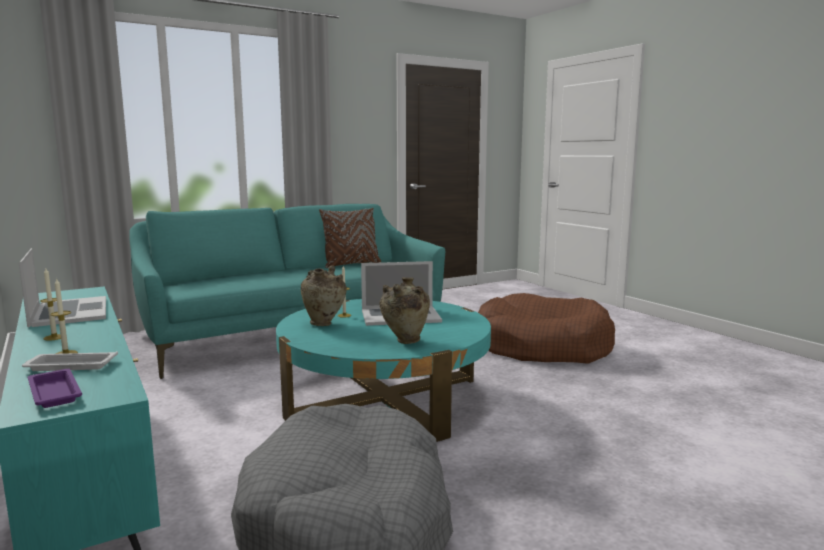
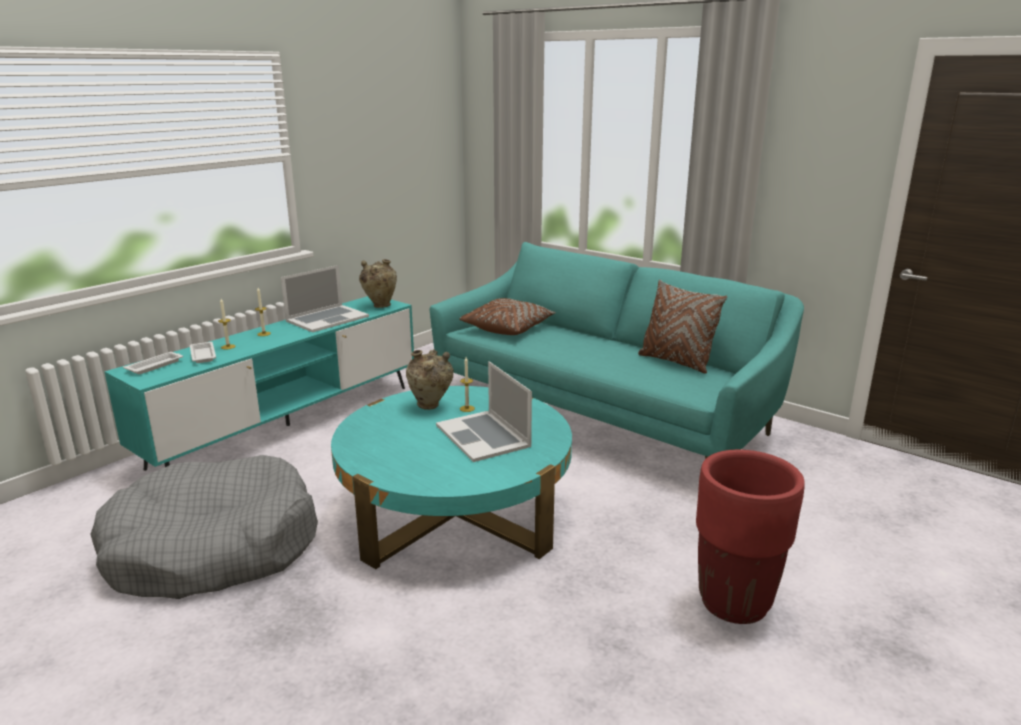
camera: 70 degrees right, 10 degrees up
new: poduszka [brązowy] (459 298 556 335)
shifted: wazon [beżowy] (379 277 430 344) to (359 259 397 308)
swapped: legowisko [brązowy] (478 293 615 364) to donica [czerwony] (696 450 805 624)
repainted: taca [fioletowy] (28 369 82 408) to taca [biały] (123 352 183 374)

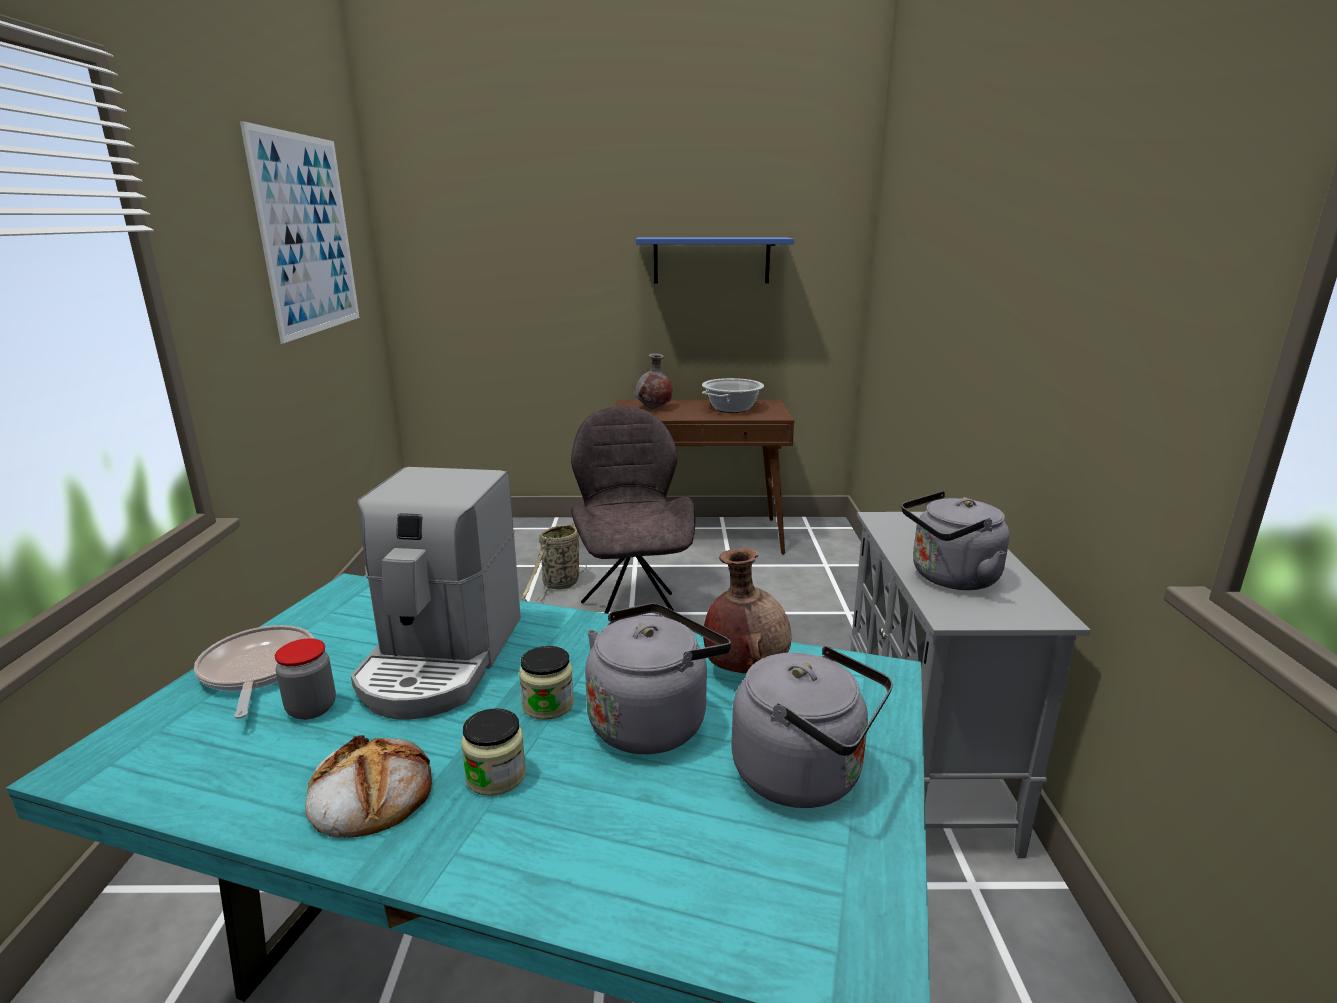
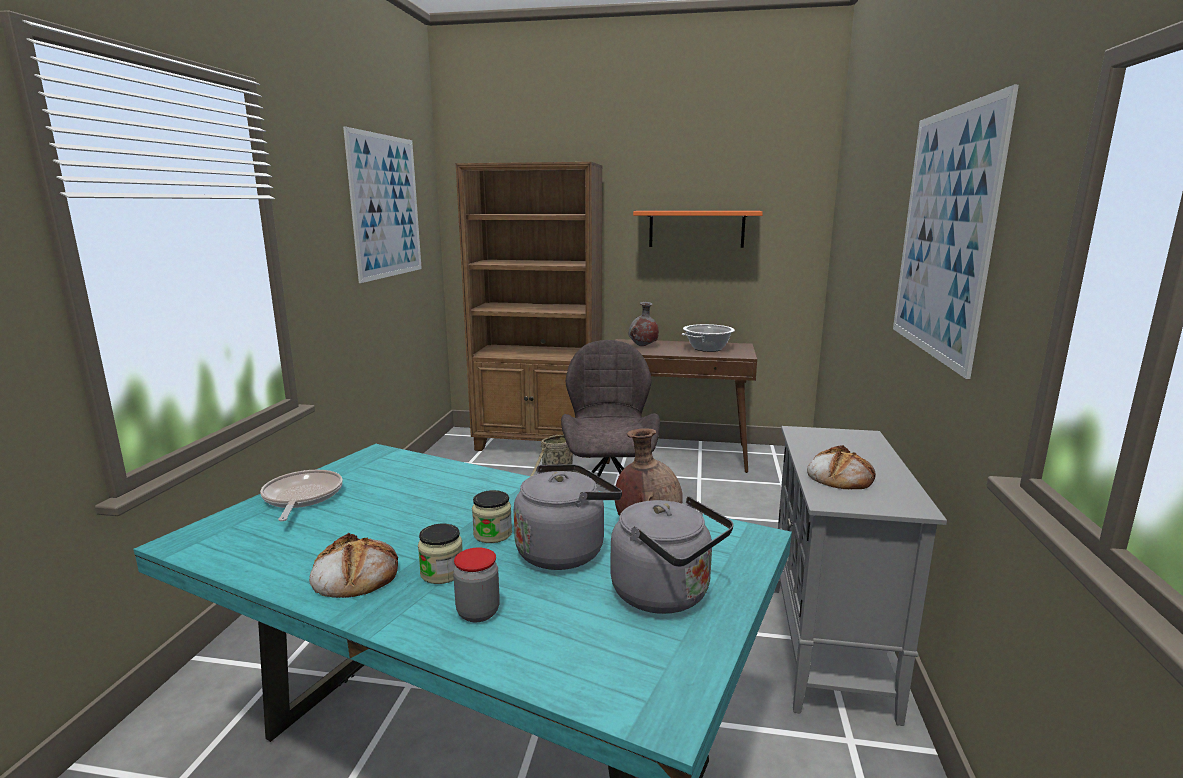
camera: 10 degrees right, 5 degrees down
gone: ekspres do kawy (351 467 521 720)
new: regał [brązowy] (456 162 603 458); obraz (893 84 1019 379)
shifted: słoik (275 638 336 720) to (453 548 500 622)
swapped: czajnik [szary] (902 491 1010 590) to chleb (807 445 876 489)
repainted: półka [niebieski] (636 237 794 283) to półka [pomarańczowy] (633 211 763 248)

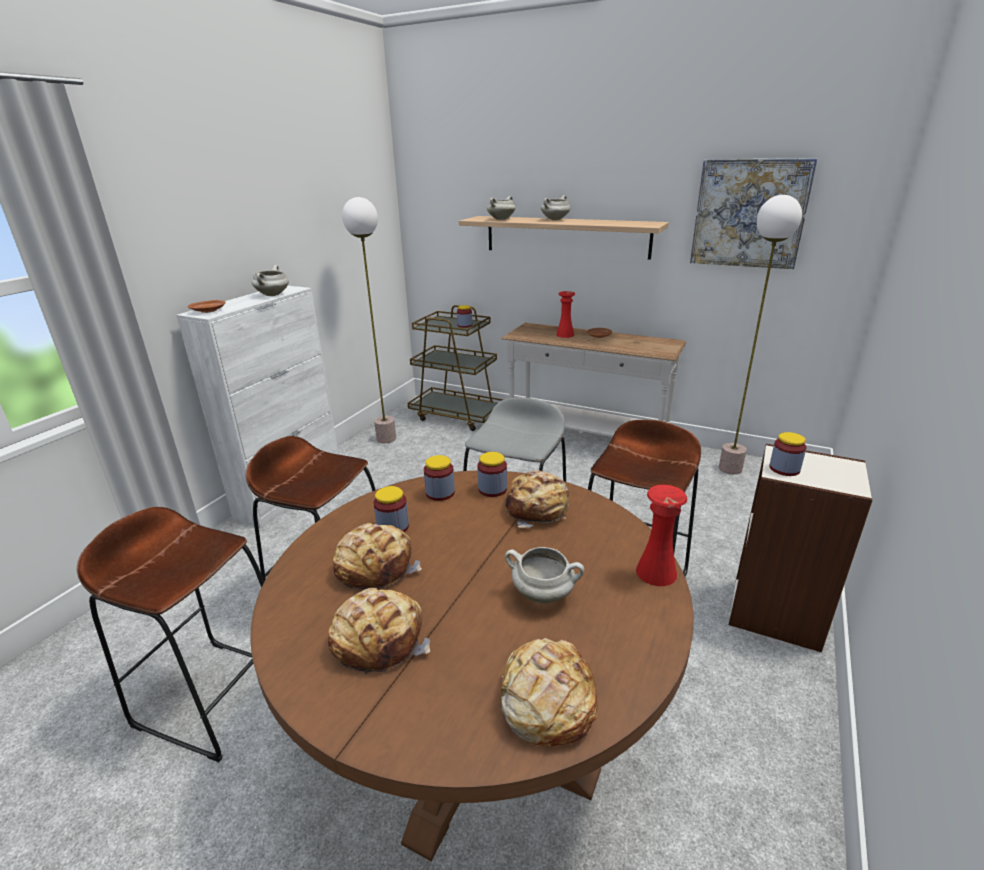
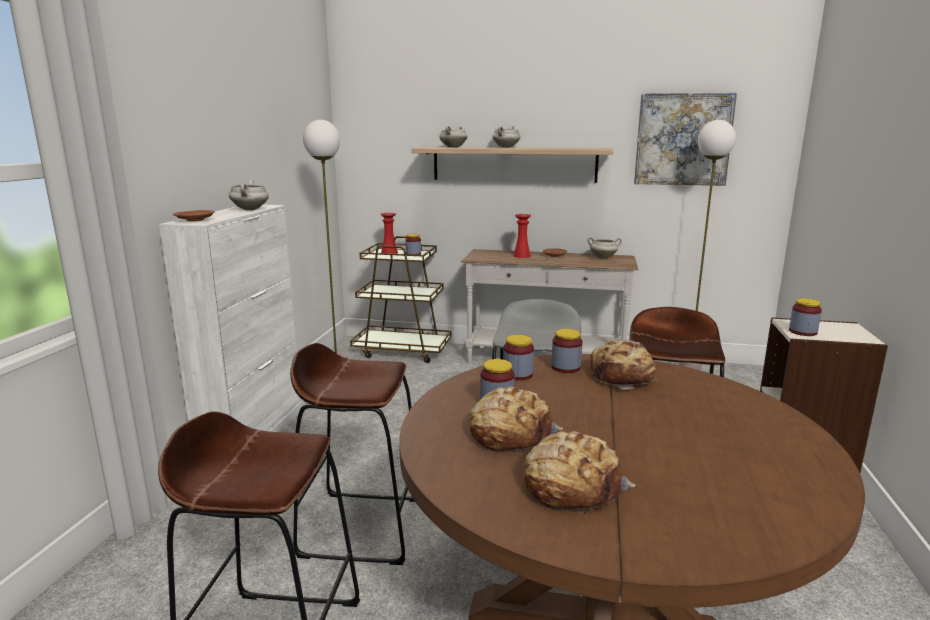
camera: 15 degrees left, 10 degrees down
gone: chleb (500 638 597 746)
shifted: garnek [biały] (505 547 584 604) to (588 237 622 259); wazon [czerwony] (636 485 687 586) to (380 213 398 254)

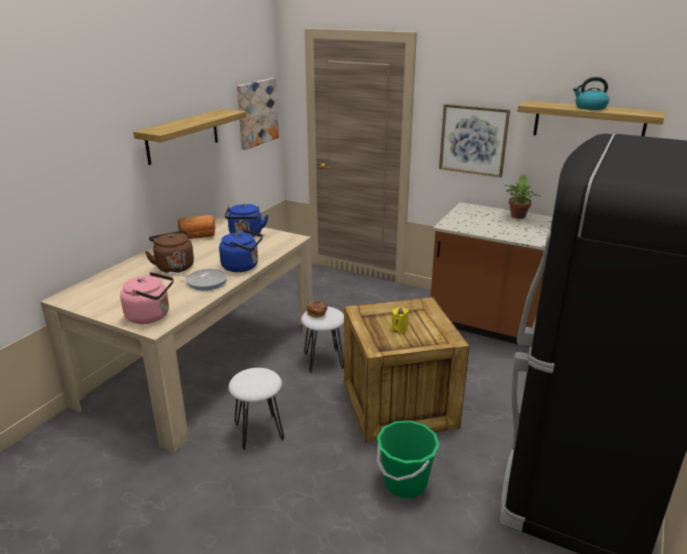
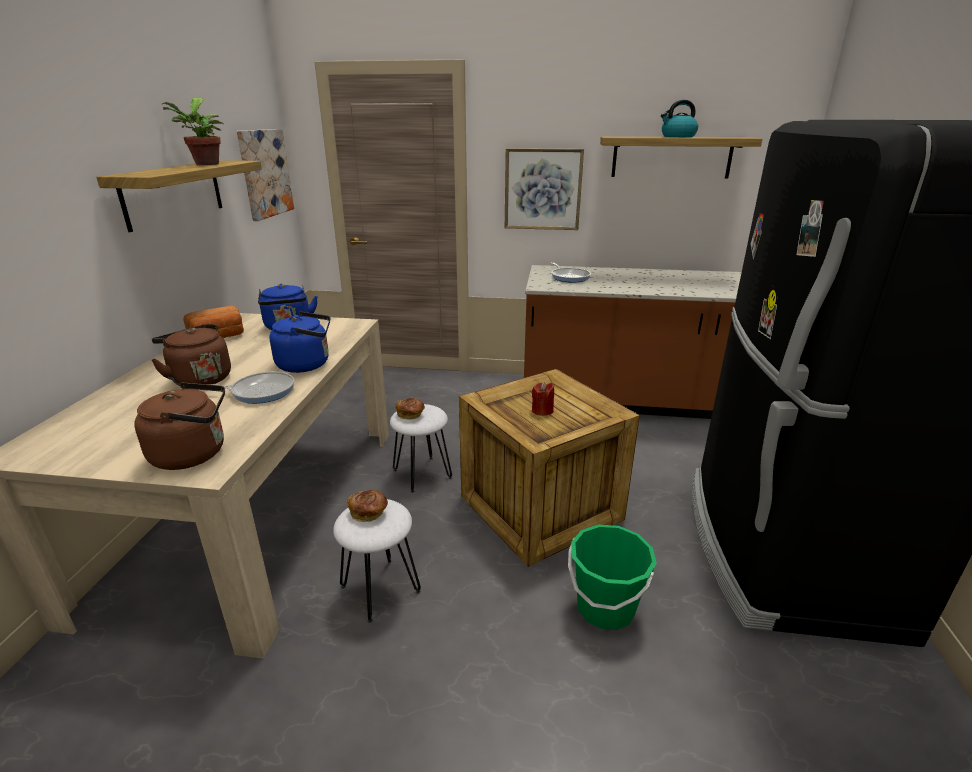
camera: 20 degrees left, 0 degrees up
new: chleb (348 490 388 522); patelnia (551 262 591 283)
shifted: roślina doniczkowa (505 174 540 219) to (162 98 224 165)
repainted: czajnik [różowy] (120 272 174 324) to czajnik [brązowy] (134 382 225 470); świeca [żółty] (392 307 409 333) to świeca [czerwony] (532 382 554 416)

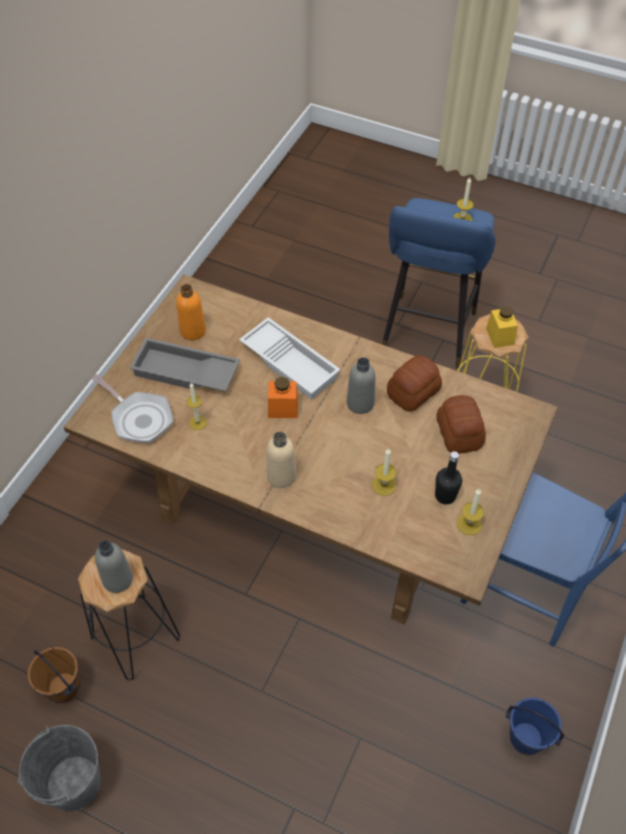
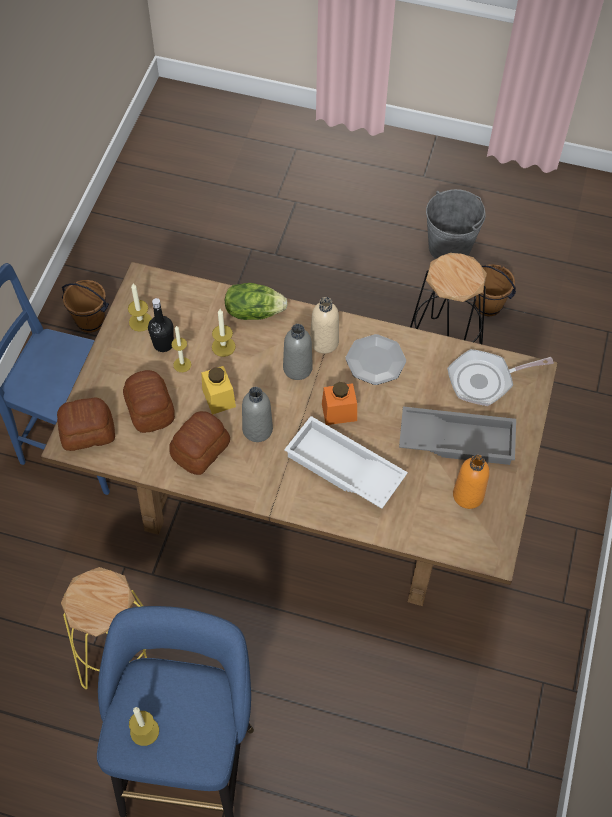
camera: 170 degrees right, 5 degrees up
new: chleb (57 397 115 451); sałata (225 283 288 320); talerz (346 334 406 385)
shifted: butelka [szary] (95 540 133 593) to (283 324 313 380); świeca (187 383 207 430) to (171 325 191 372); słoik [żółty] (486 306 518 348) to (201 366 236 415)
repainted: wiadro [niebieski] (506 697 565 755) to wiadro [brązowy] (62 280 109 333)
rotated: patelnia (91 374 173 443) = (447 349 554 406) 45 degrees counterclockwise

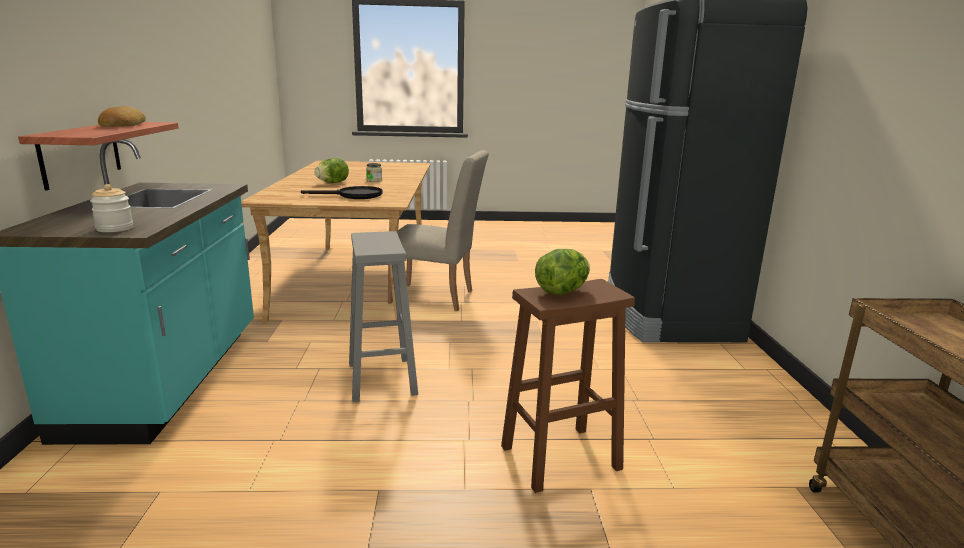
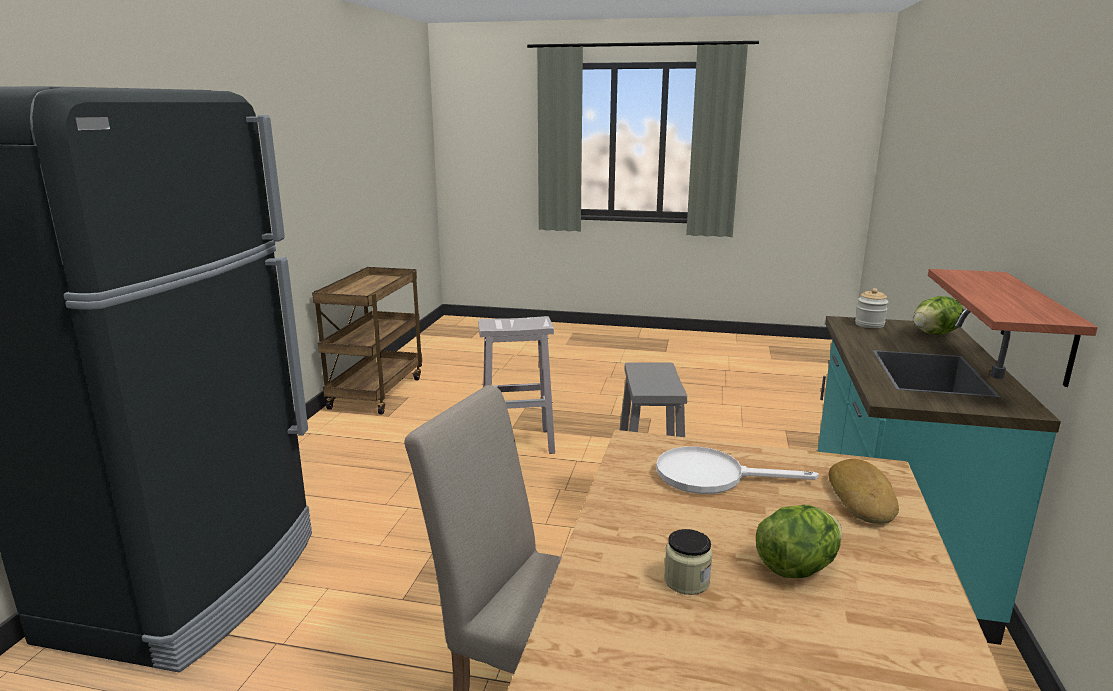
camera: 165 degrees left, 0 degrees up
shifted: chleb (98 106 146 127) to (829 459 899 524); sałata (535 249 590 295) to (913 296 964 335)
repainted: patelnia [czarny] (301 186 383 199) to patelnia [biały] (656 446 819 494); stołek [brązowy] (501 279 635 493) to stołek [biały] (478 316 555 454)

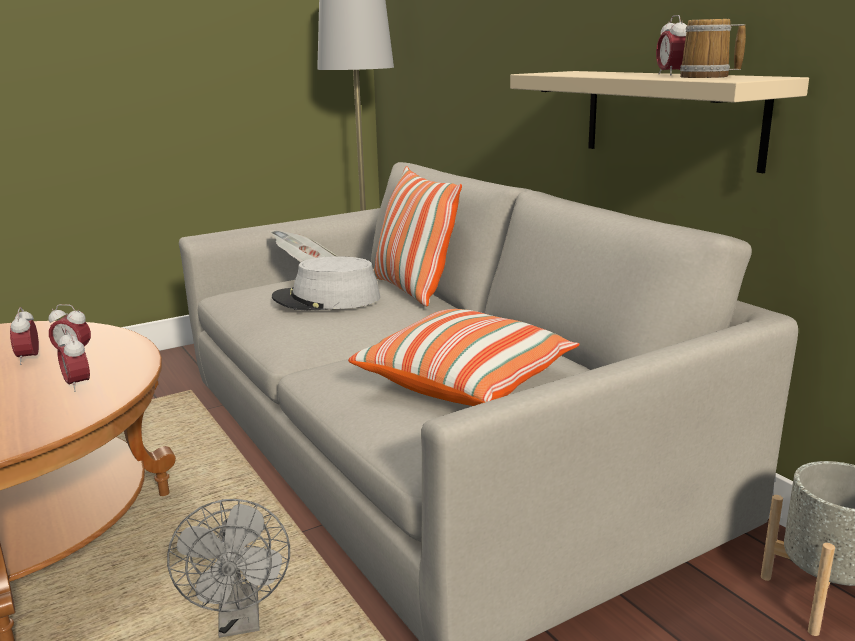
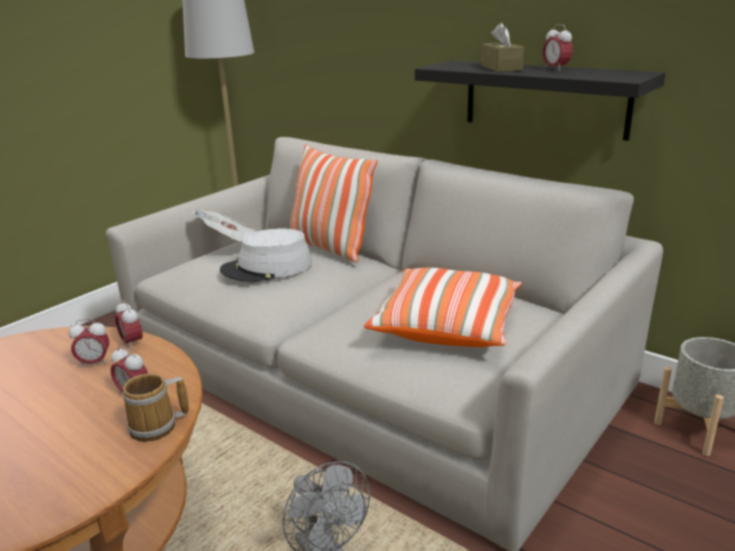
camera: 20 degrees left, 5 degrees up
new: pudełko chusteczek [brązowy] (481 22 524 72)
shifted: budzik (10 307 39 365) to (115 300 143 350); kubek (680 19 746 78) to (123 373 189 442)
repainted: półka [beżowy] (510 71 809 173) to półka [czarny] (415 61 666 141)

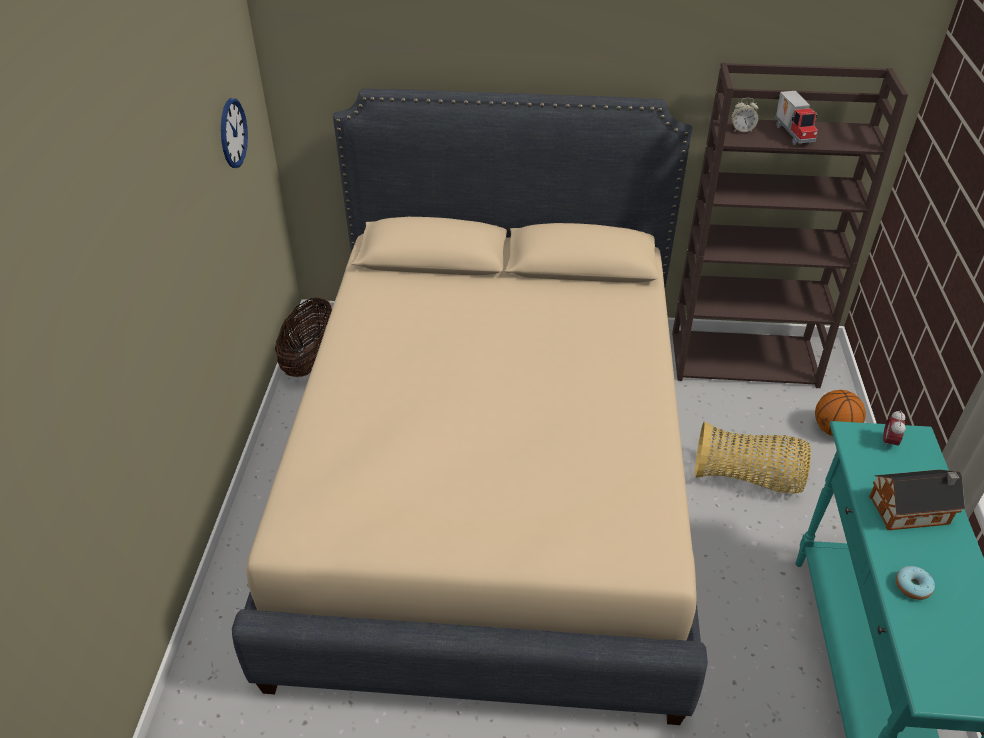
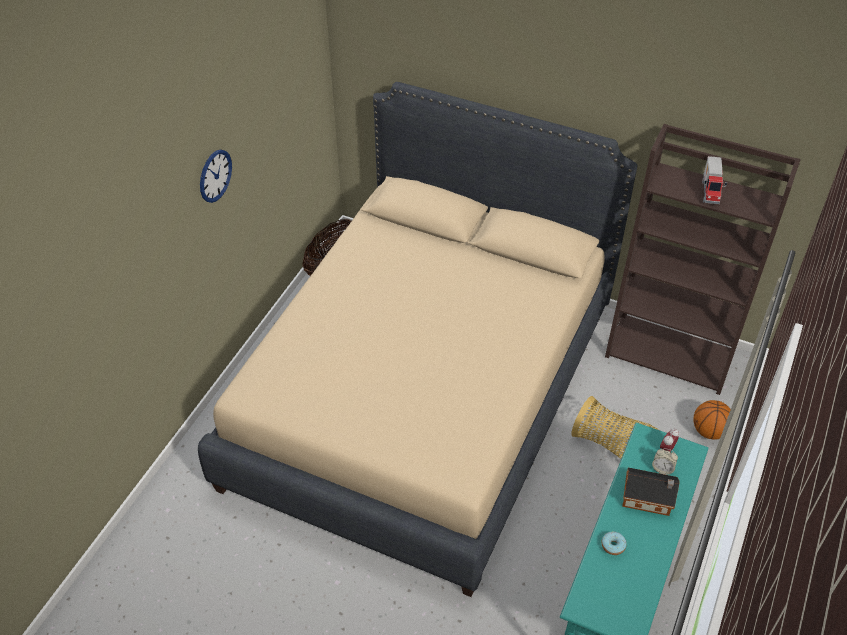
camera: 20 degrees right, 5 degrees up
shifted: zegar ścienny (221 98 248 168) to (200 149 232 203); budzik (731 98 758 132) to (652 448 678 475)

